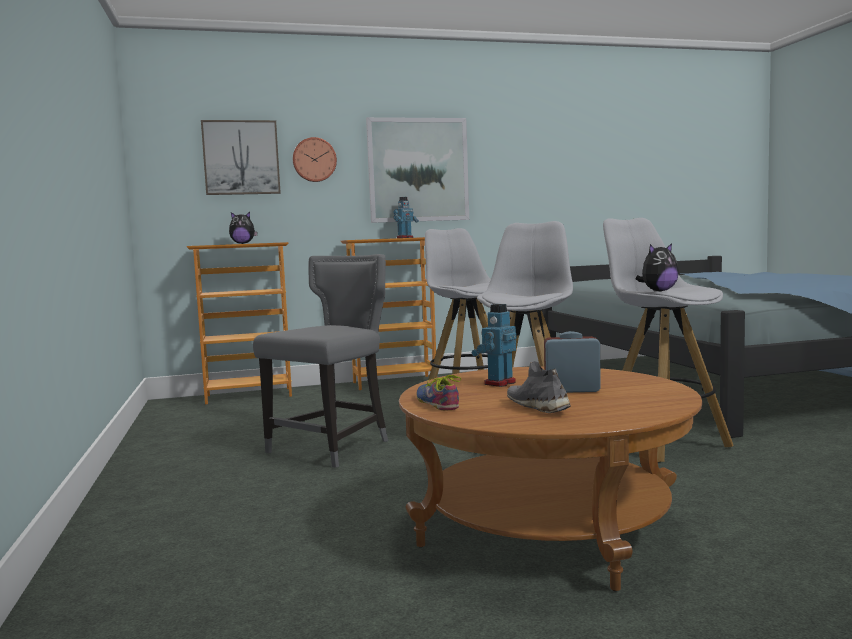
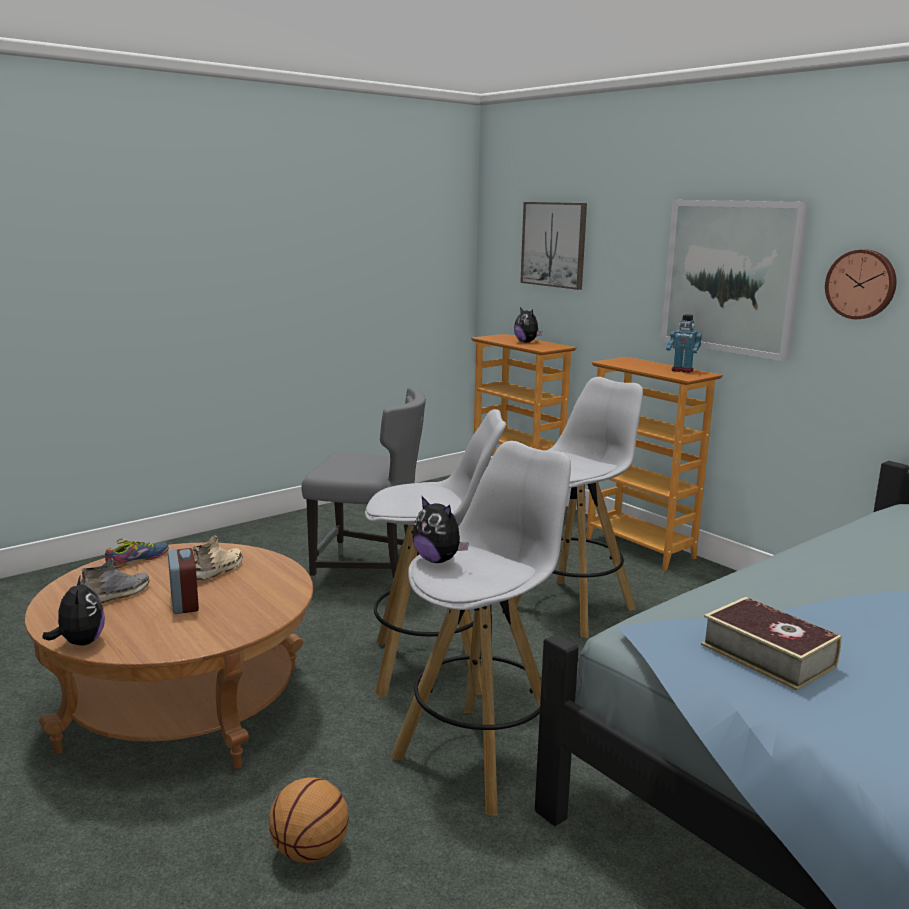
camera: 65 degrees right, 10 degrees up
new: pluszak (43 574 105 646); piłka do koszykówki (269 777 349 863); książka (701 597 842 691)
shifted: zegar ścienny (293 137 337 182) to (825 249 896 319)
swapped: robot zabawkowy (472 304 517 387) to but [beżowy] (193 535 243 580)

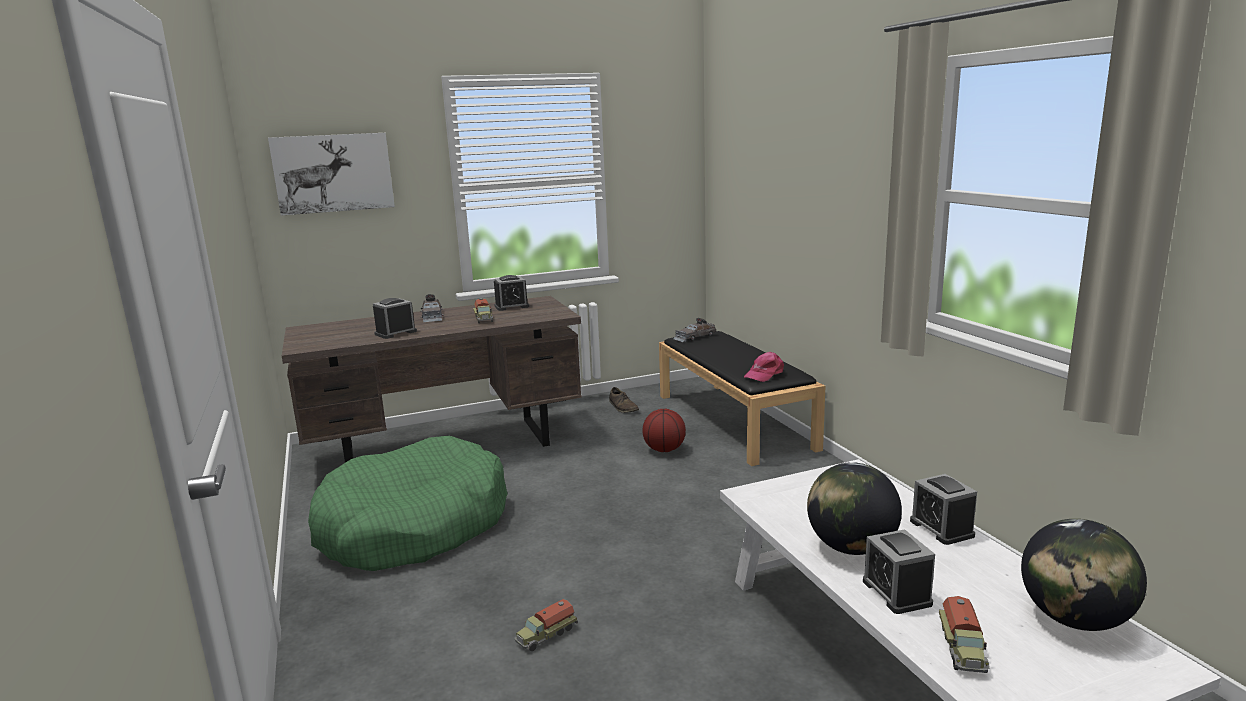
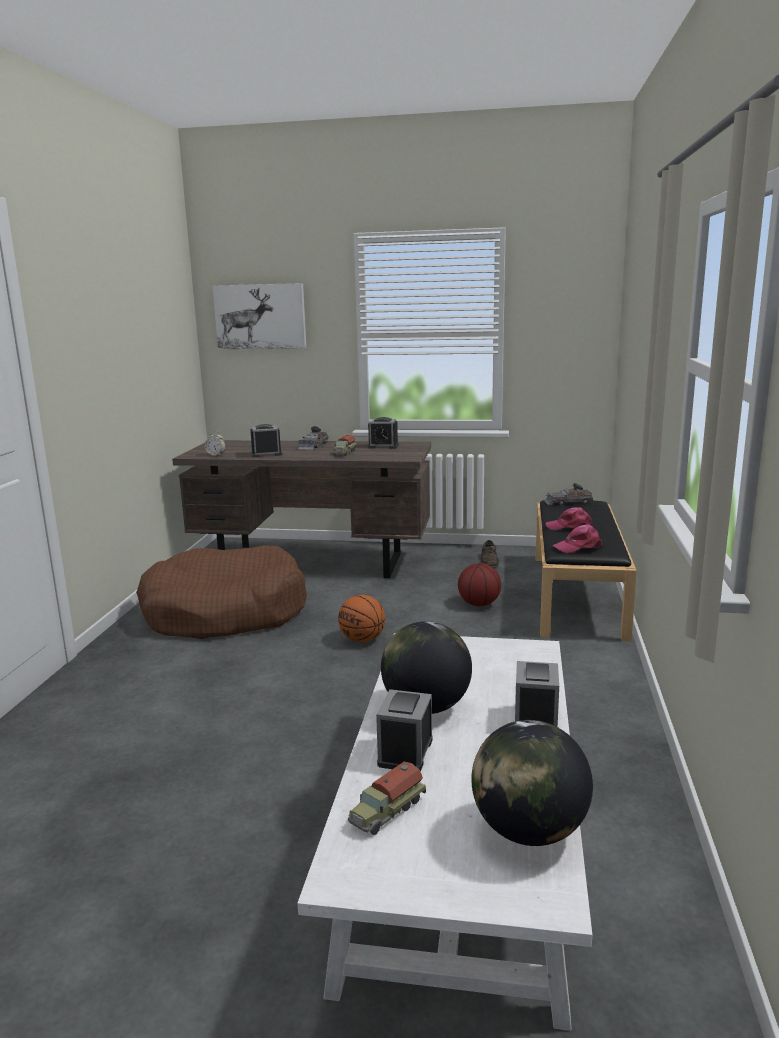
camera: 30 degrees right, 0 degrees up
gone: ciężarówka zabawkowa (515 599 578 651)
new: budzik (205 431 225 456); piłka do koszykówki (338 595 385 642); czapka z daszkiem [różowy] (546 507 594 530)
repainted: legowisko [zielony] (308 436 508 571) to legowisko [brązowy] (136 545 307 639)

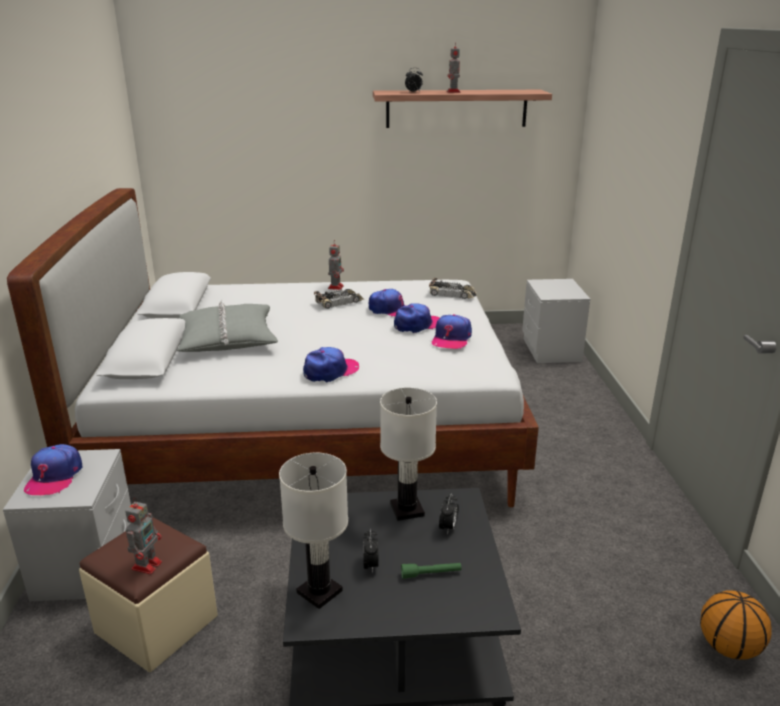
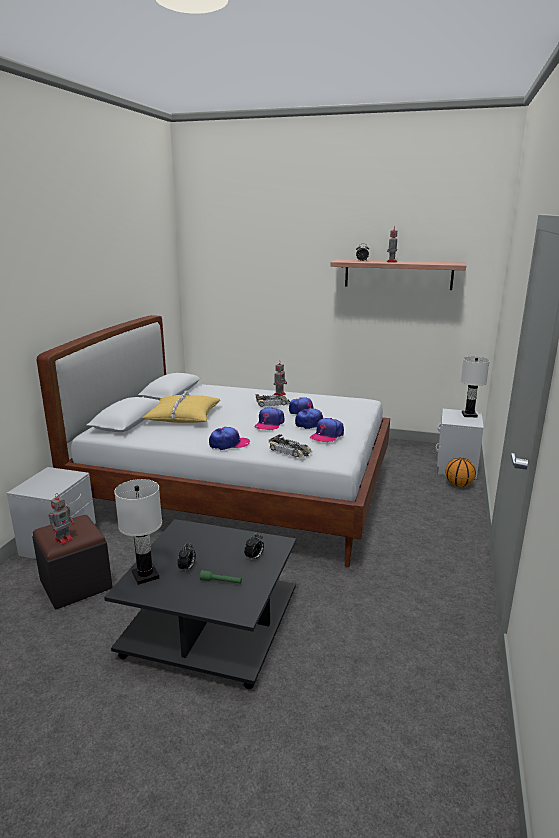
camera: 20 degrees right, 5 degrees down
shifted: czapka z daszkiem (24 444 83 495) to (254 407 284 430); lampa stołowa [biały] (380 388 437 521) to (461 357 490 417); samochodzik (429 278 477 299) to (269 434 312 458); piłka do koszykówki (700 590 771 660) to (445 457 476 487)
repainted: pufa [beżowy] (79 517 218 672) to pufa [czarny] (32 515 112 610); poduszka [szary] (176 299 278 352) to poduszka [żółty] (142 391 220 423)

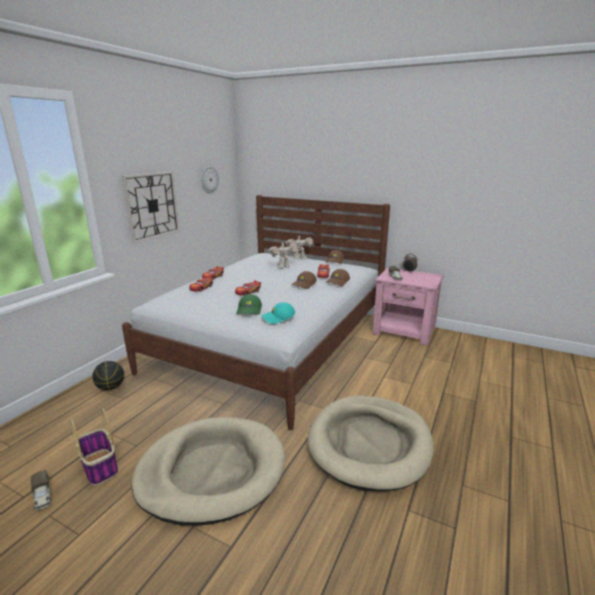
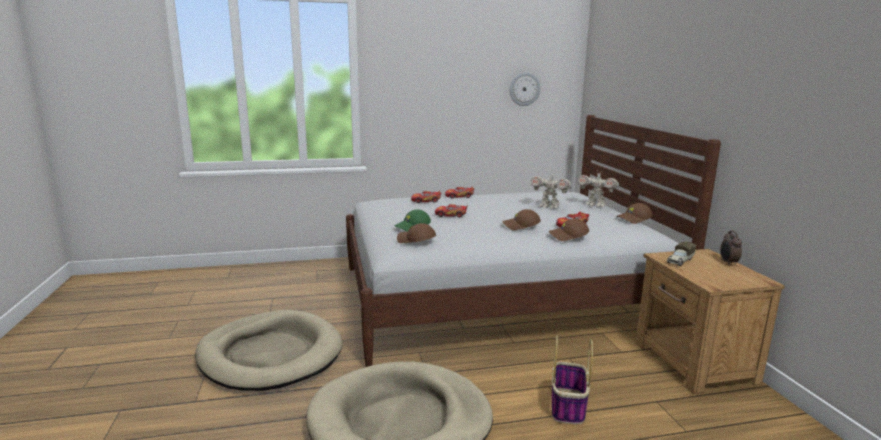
camera: 50 degrees right, 5 degrees down
gone: ciężarówka zabawkowa (30 470 51 510); piłka do koszykówki (92 361 124 390); zegar ścienny (122 171 179 243)
shifted: koszyk (70 408 118 486) to (552 335 593 424)
repainted: czapka z daszkiem [turkusowy] (262 302 295 324) to czapka z daszkiem [brązowy] (397 223 436 243); szafka nocna [różowy] (373 267 444 345) to szafka nocna [brązowy] (636 249 785 394)

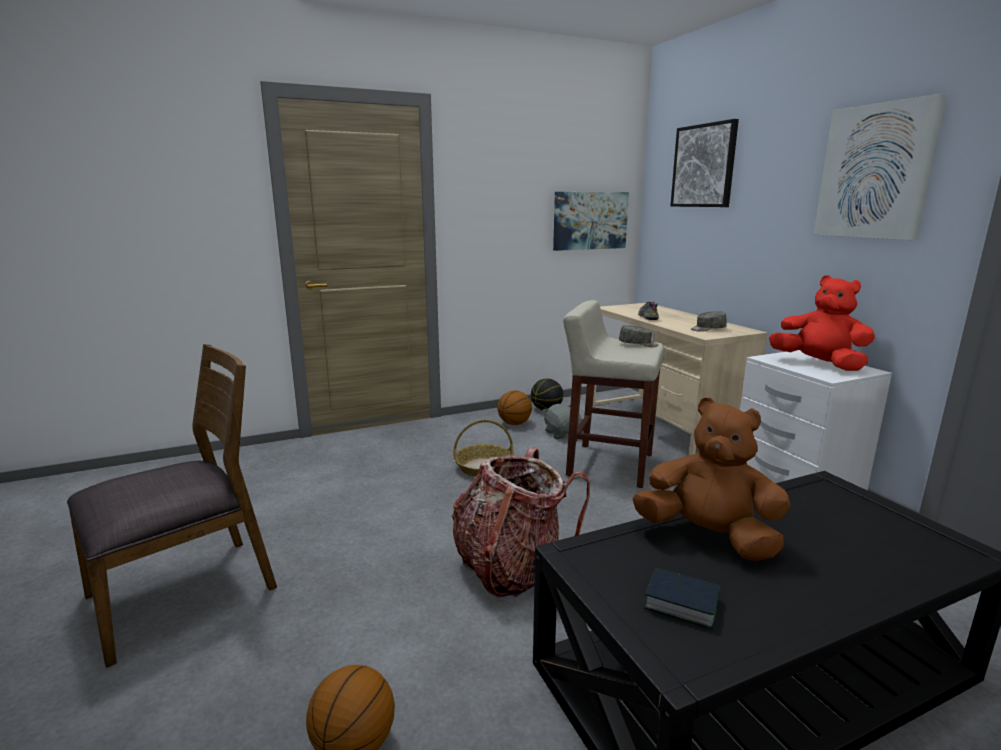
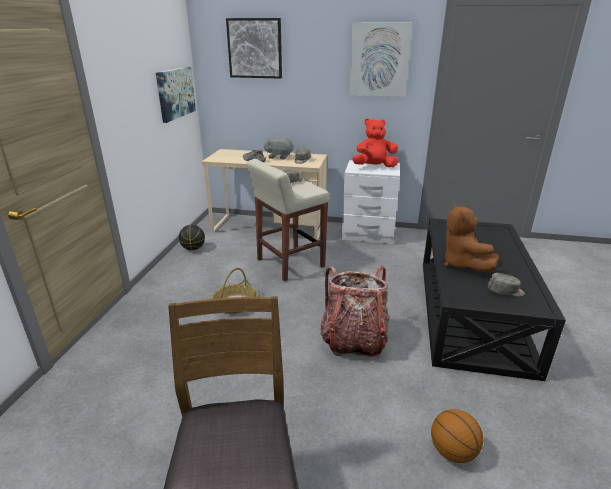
camera: 55 degrees left, 10 degrees up
gone: piłka do koszykówki (497 390 532 425)
shifted: pluszak [szary] (543 404 582 439) to (264 137 293 159)
swapped: książka (644 567 720 630) to czapka z daszkiem [szary] (488 273 525 297)
rotated: pluszak [brązowy] (632 397 791 561) = (444 204 499 272) 75 degrees counterclockwise

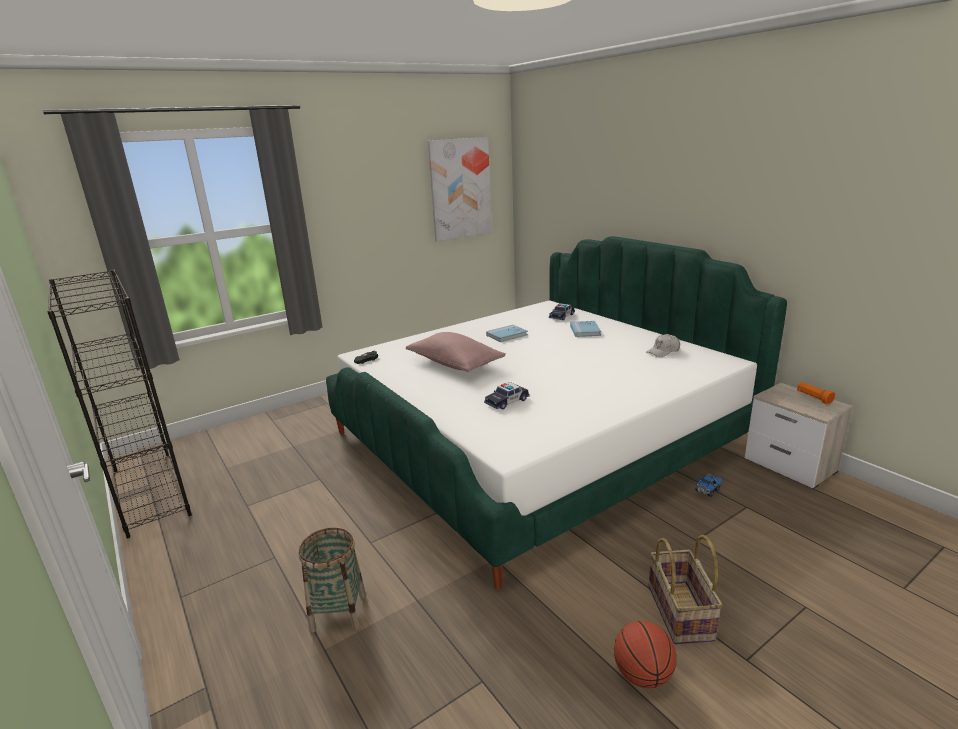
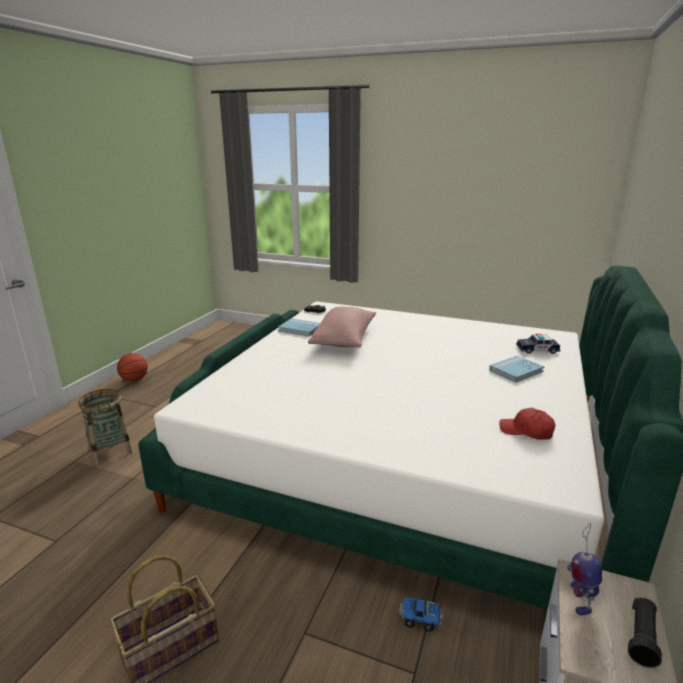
camera: 55 degrees right, 0 degrees up
gone: regał [czarny] (47 270 192 538); obraz (428 137 492 242); samochodzik (484 382 530 409)
new: robot zabawkowy (567 523 602 616)
shifted: książka [niebieski] (486 325 528 342) to (278 318 320 337); piłka do koszykówki (614 621 677 688) to (117 353 148 382)
repainted: czapka z daszkiem [biały] (646 334 680 357) to czapka z daszkiem [czerwony] (499 408 555 440); latarka [pomarańczowy] (797 382 835 405) to latarka [czarny] (628 598 662 668)

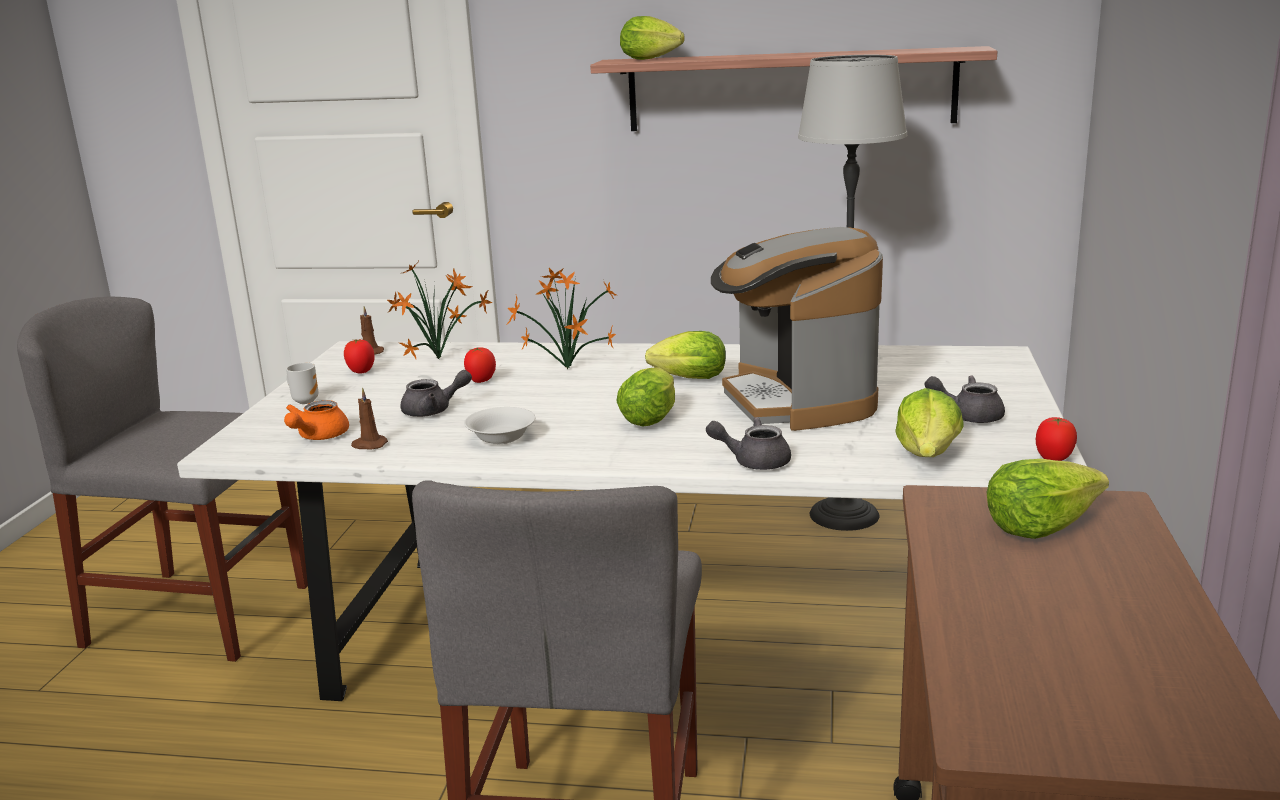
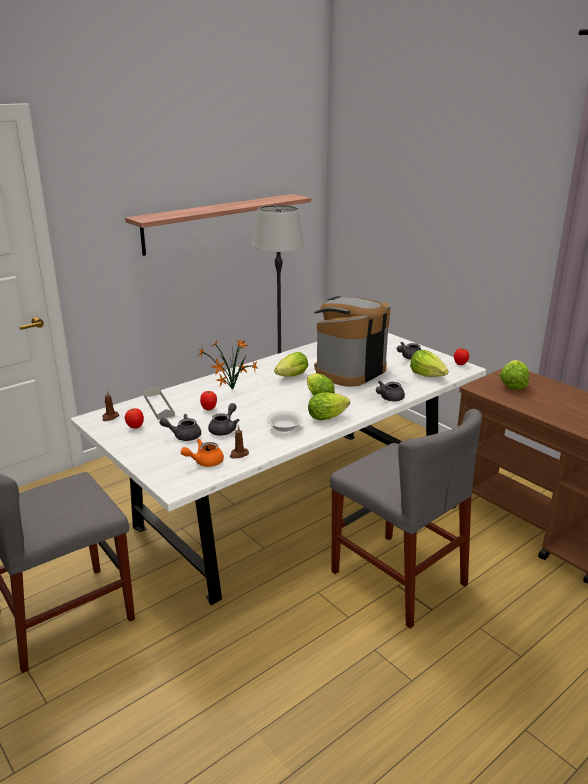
camera: 50 degrees left, 5 degrees up
gone: kubek (286 363 319 404)
new: imbryk [szary] (159 414 201 441)
shifted: sałata (620 16 685 60) to (308 392 350 420)
swapped: roślina doniczkowa (387 261 493 359) to taca [szary] (144 387 175 420)
rotated: imbryk [pomarańczowy] (284 400 349 440) = (181 439 224 467) 90 degrees clockwise; ekspres do kawy (711 227 883 431) = (314 296 390 387) 105 degrees clockwise

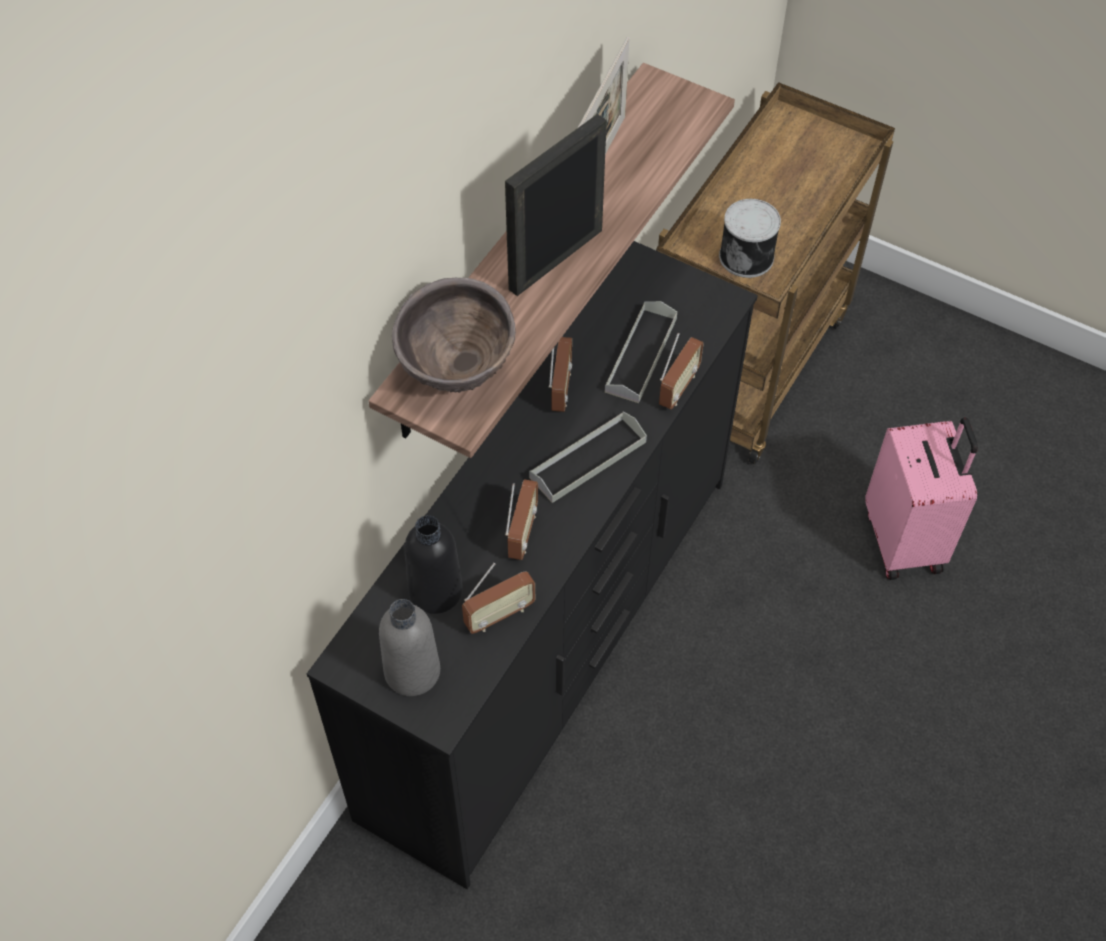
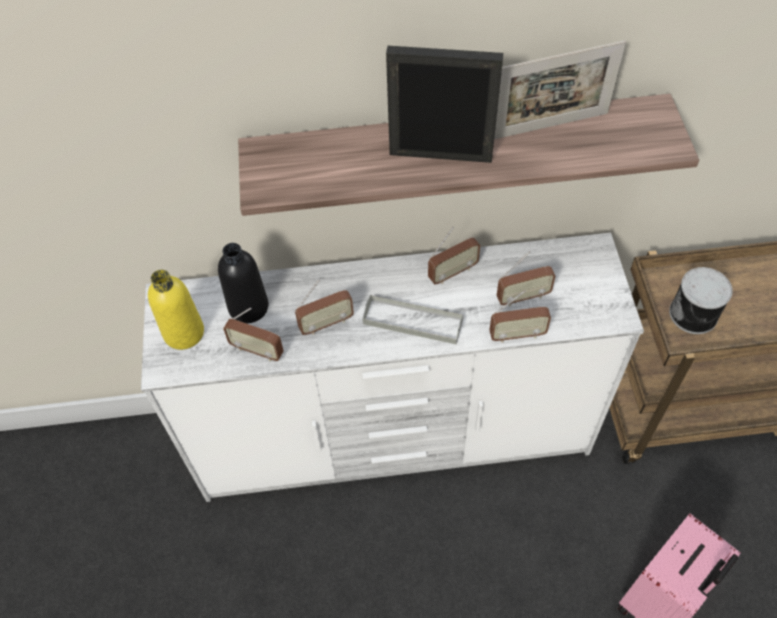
camera: 55 degrees right, 0 degrees up
gone: miska [brązowy] (392 278 516 393)
swapped: taca [szary] (605 301 677 403) to radio (497 251 556 306)
repainted: komoda [czarny] (307 241 758 889) to komoda [biały] (141 233 644 502); butelka [szary] (379 599 440 696) to butelka [żółty] (148 270 204 350)

